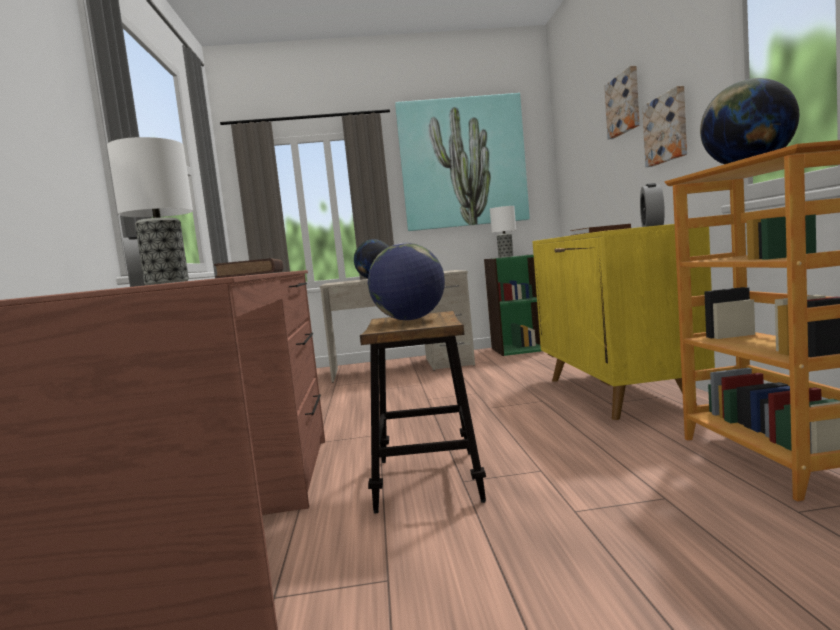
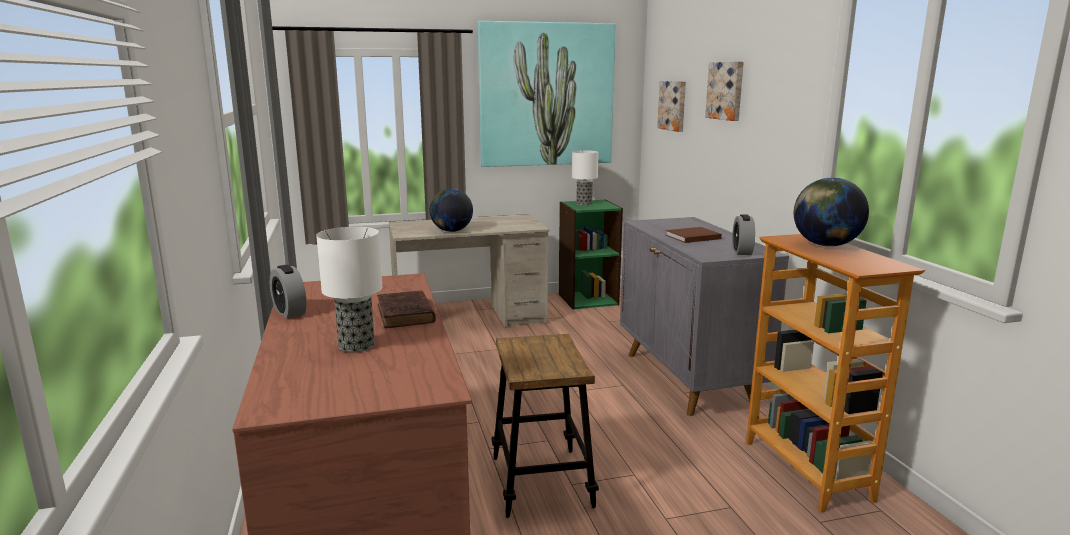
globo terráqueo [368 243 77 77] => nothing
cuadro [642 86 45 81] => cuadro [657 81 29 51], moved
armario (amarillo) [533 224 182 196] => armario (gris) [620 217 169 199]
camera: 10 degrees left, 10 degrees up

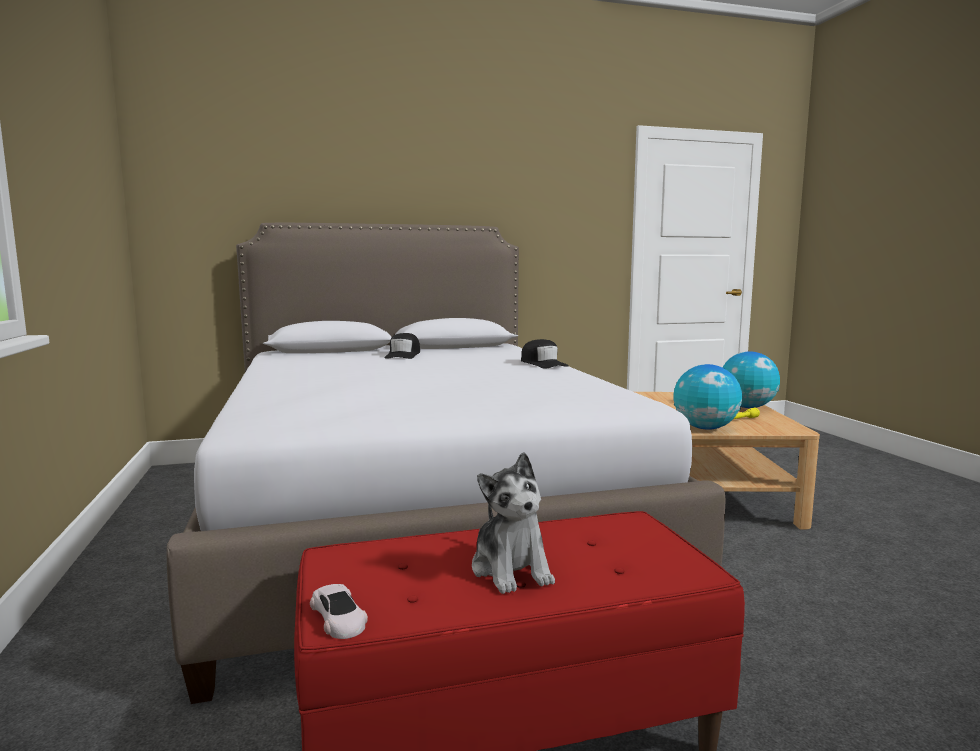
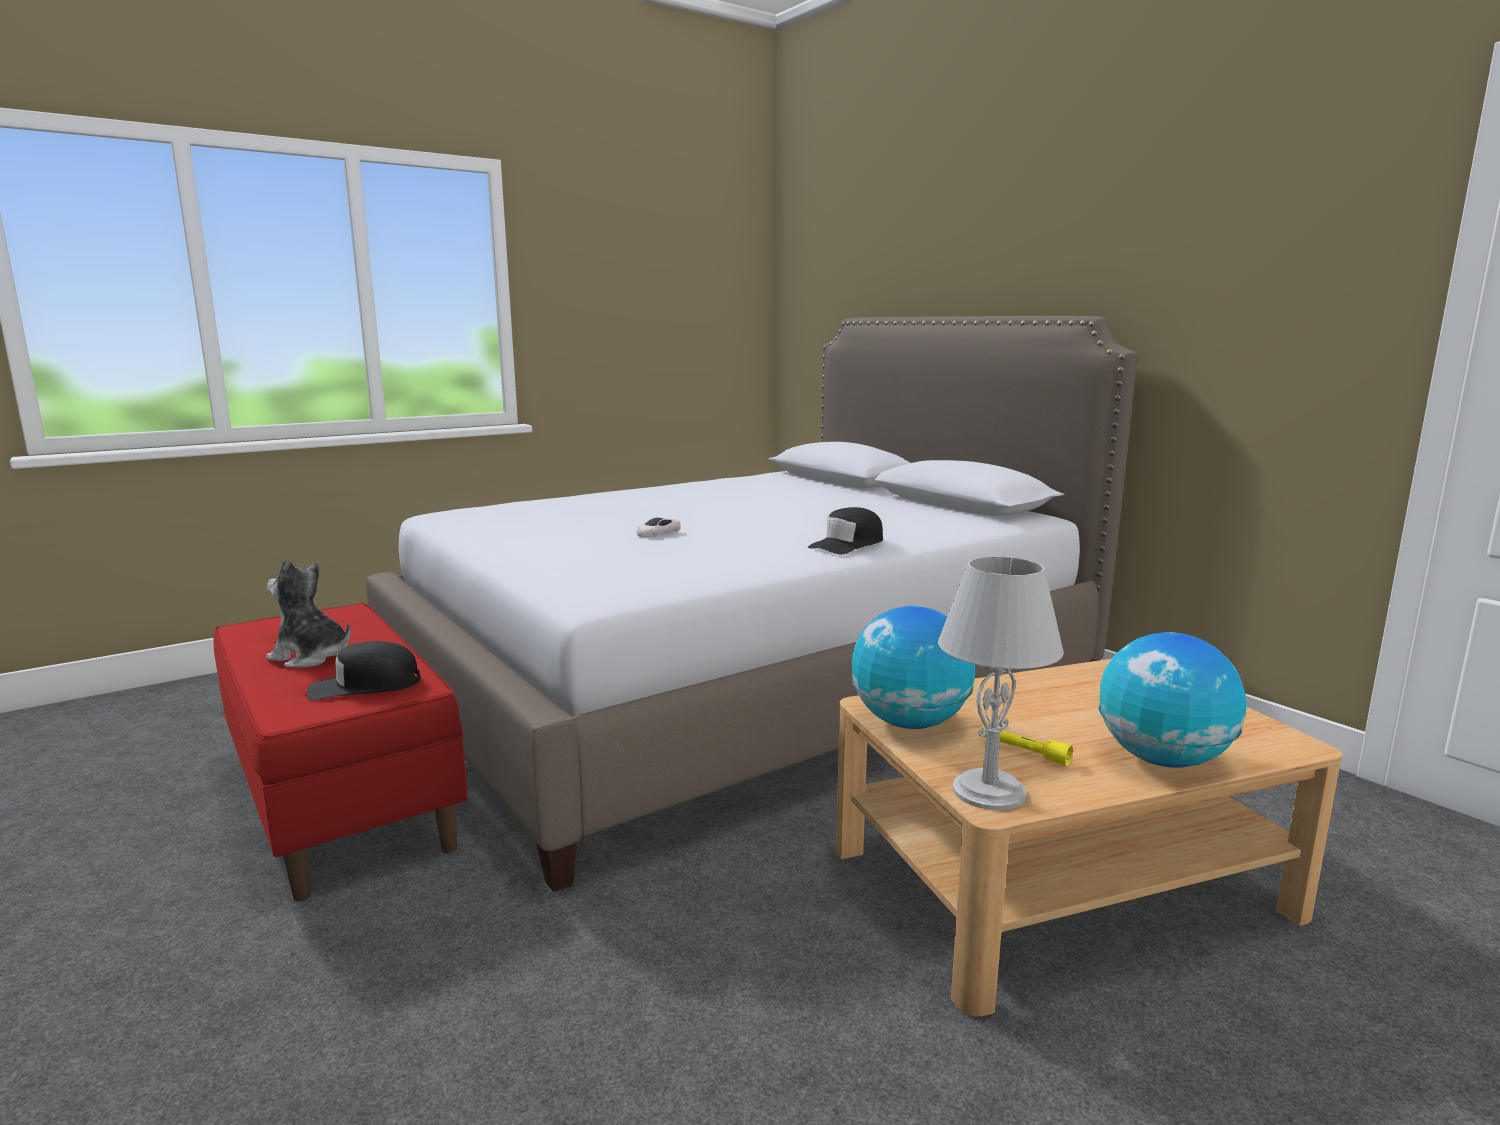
nothing => lámpara de mesa (gris) [938 556 126 254]
coche de juguete (blanco) [310 584 58 55] => coche de juguete (blanco) [637 517 44 20], moved
gorra (negro) [385 333 35 26] => gorra (negro) [307 641 114 59], moved
peluche [472 452 83 142] => peluche [266 558 85 110], 60 degrees clockwise
camera: 70 degrees right, 5 degrees up

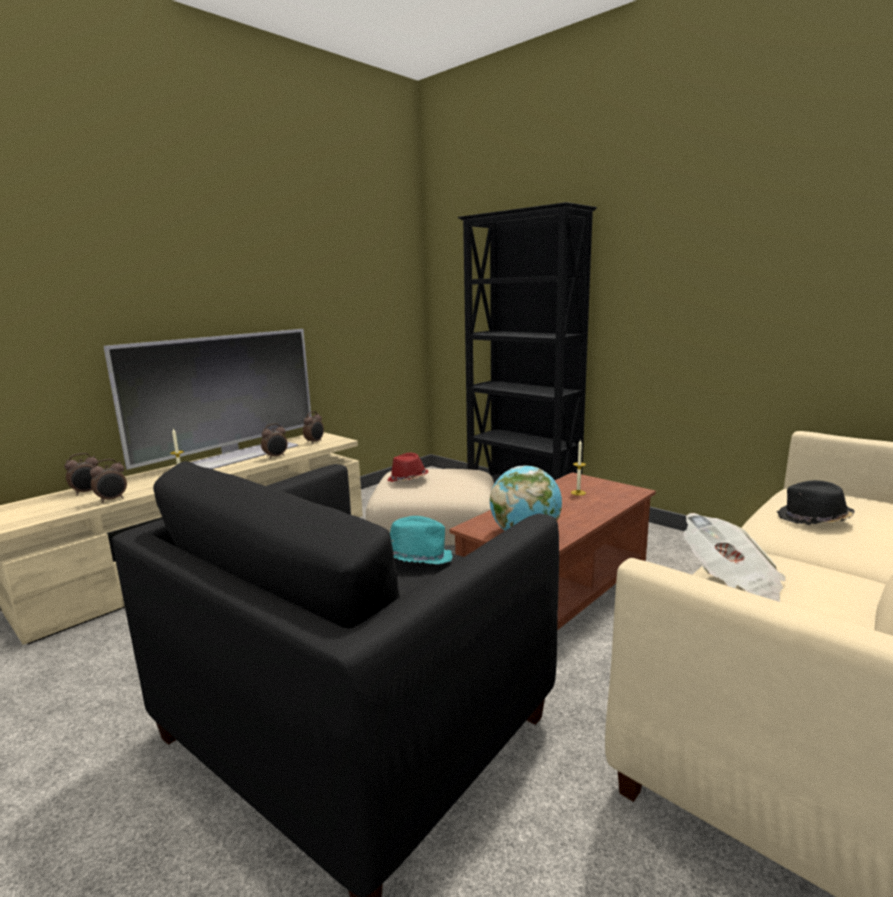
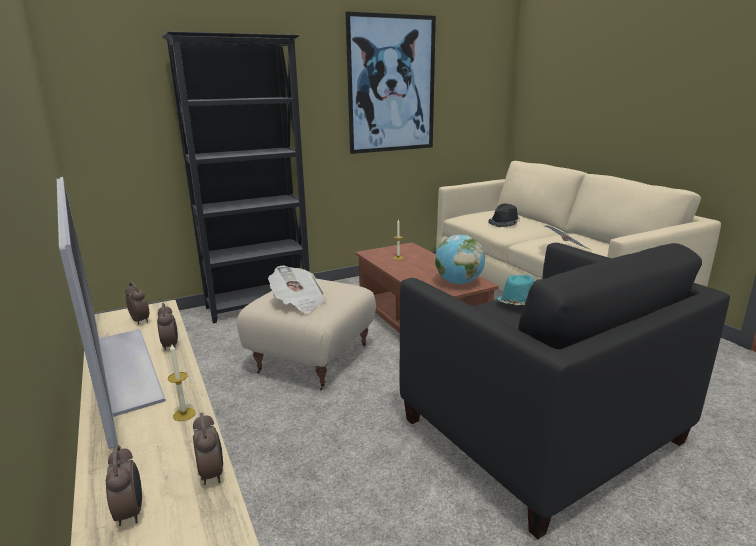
nothing => cuadro [346 11 90 143]
sombrero (rojo) [387 453 42 29] => periódico [268 266 58 47]
camera: 70 degrees left, 5 degrees up

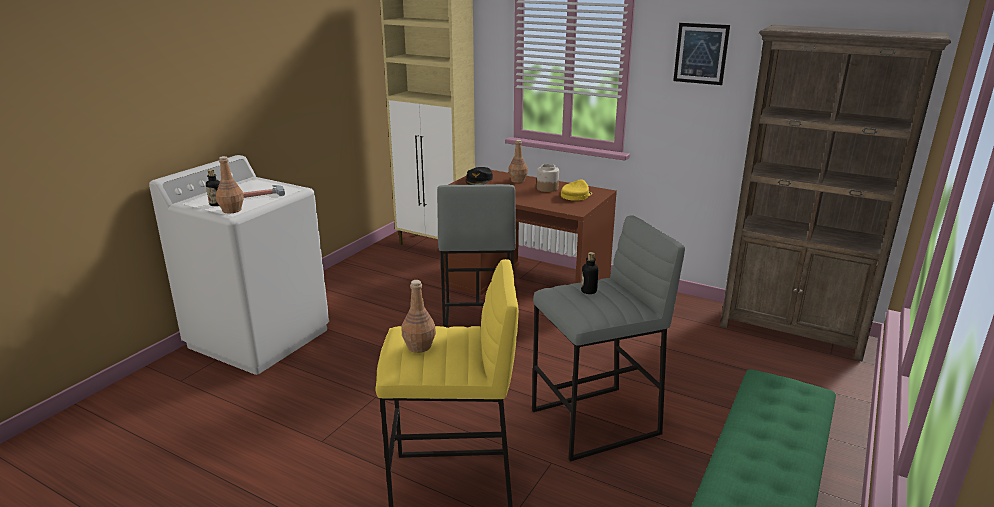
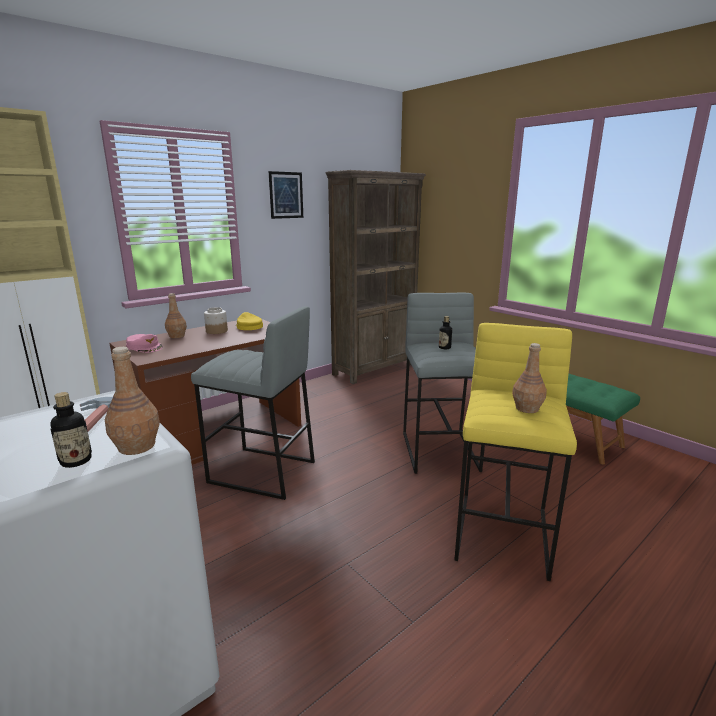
gorra (negro) [466 167 27 18] => gorra (rosa) [126 334 37 19]
camera: 70 degrees left, 5 degrees down

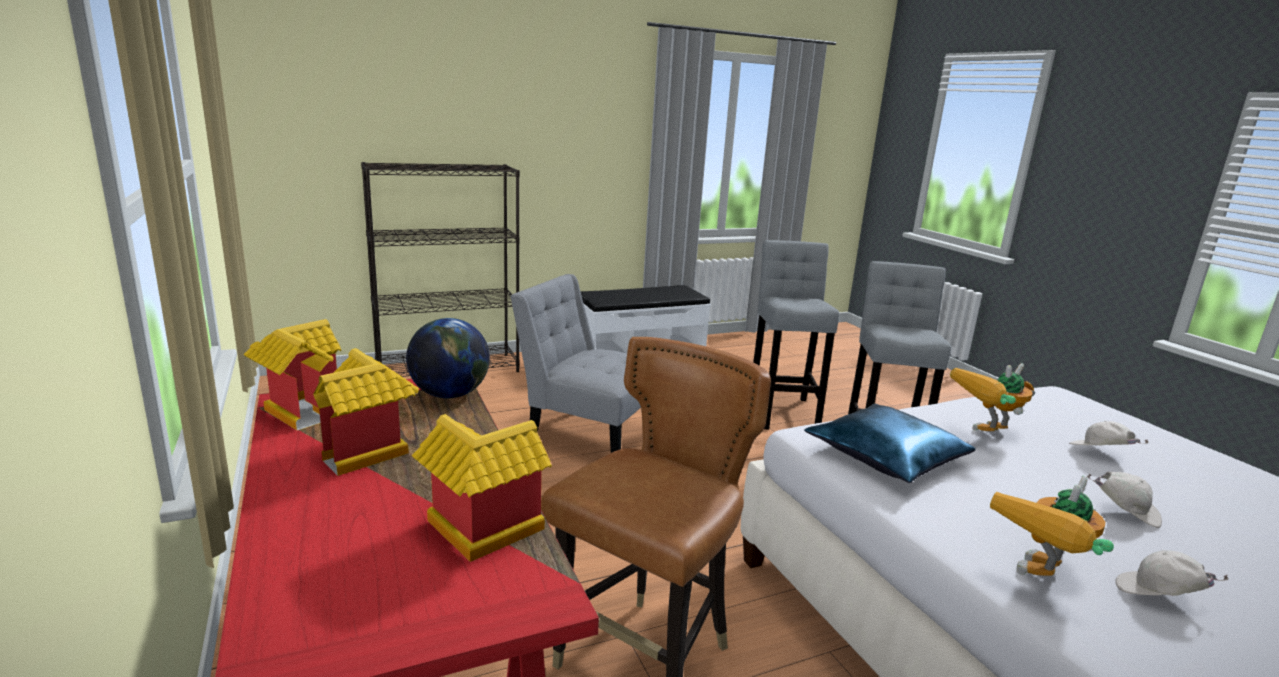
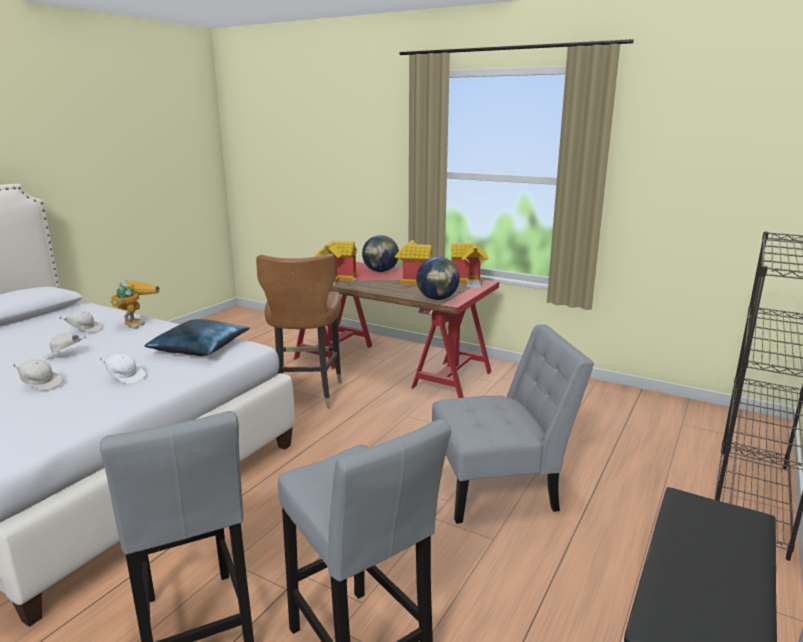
nothing => globo terráqueo [362 235 37 37]
robot de juguete [950 363 85 68] => gorra (blanco) [99 354 47 30]
camera: 145 degrees right, 0 degrees up

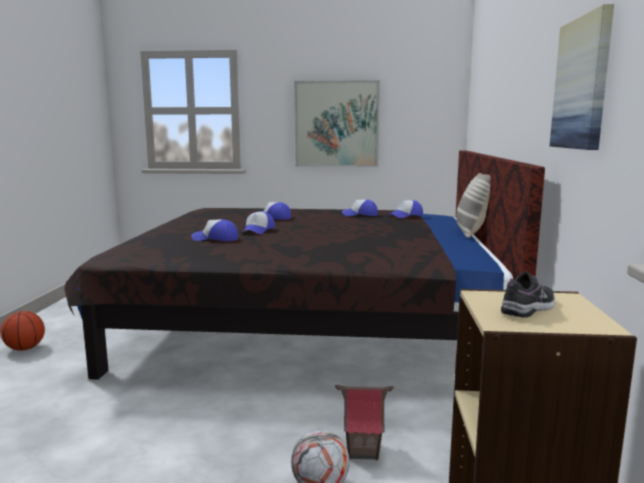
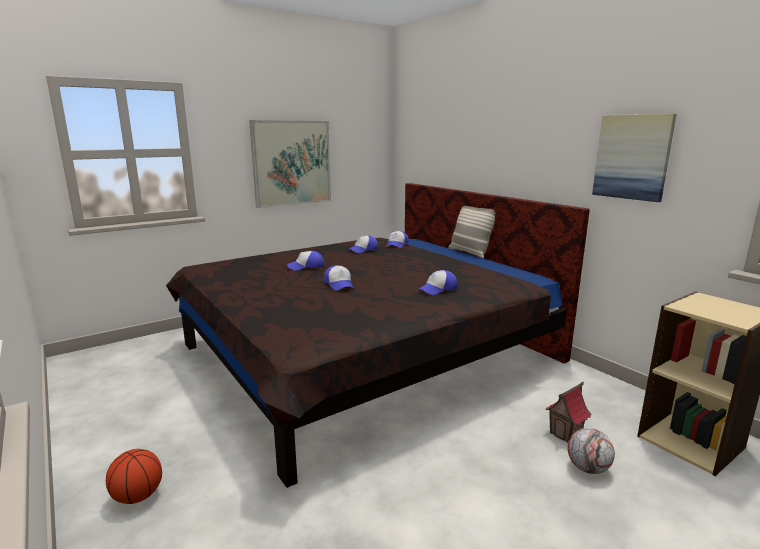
zapato [501 271 54 46] => nothing
gorra [191 219 47 22] => gorra [418 270 40 25], moved
camera: 40 degrees left, 5 degrees up

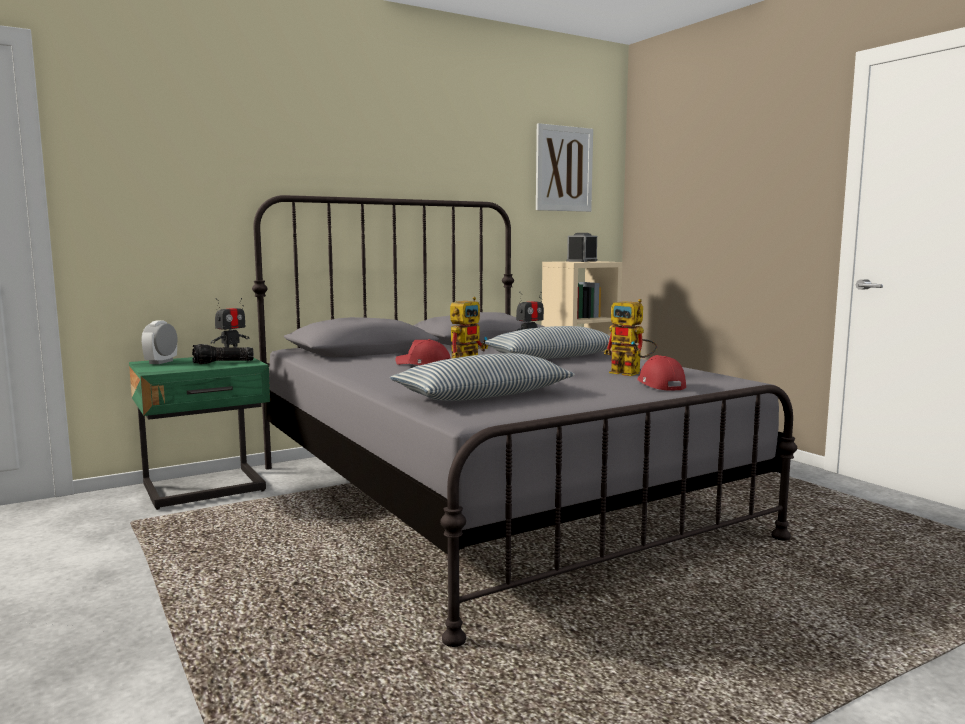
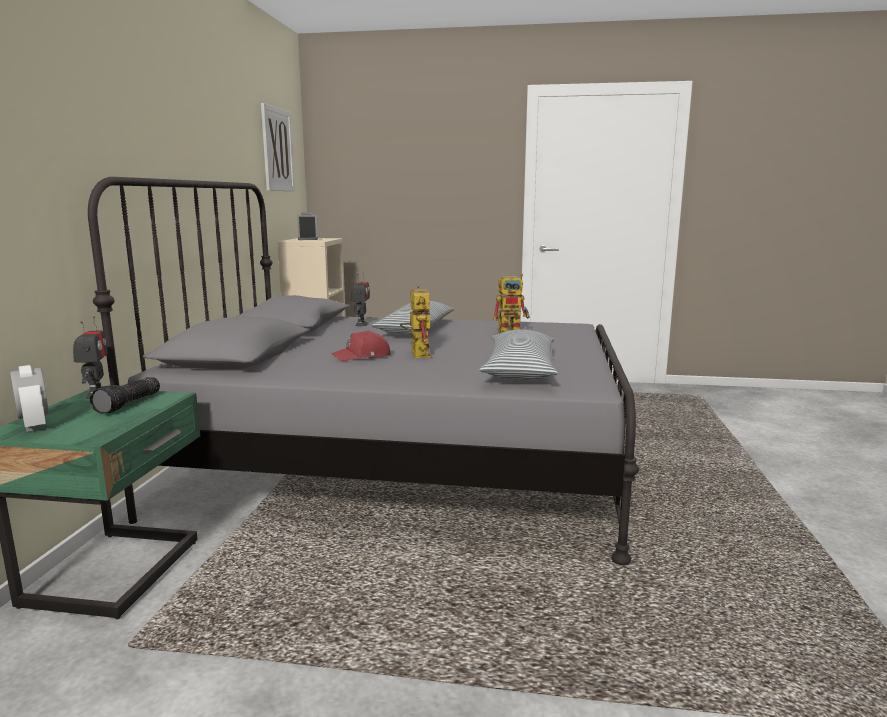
gorra (rojo) [637 355 49 36] => nothing
camera: 50 degrees left, 5 degrees up

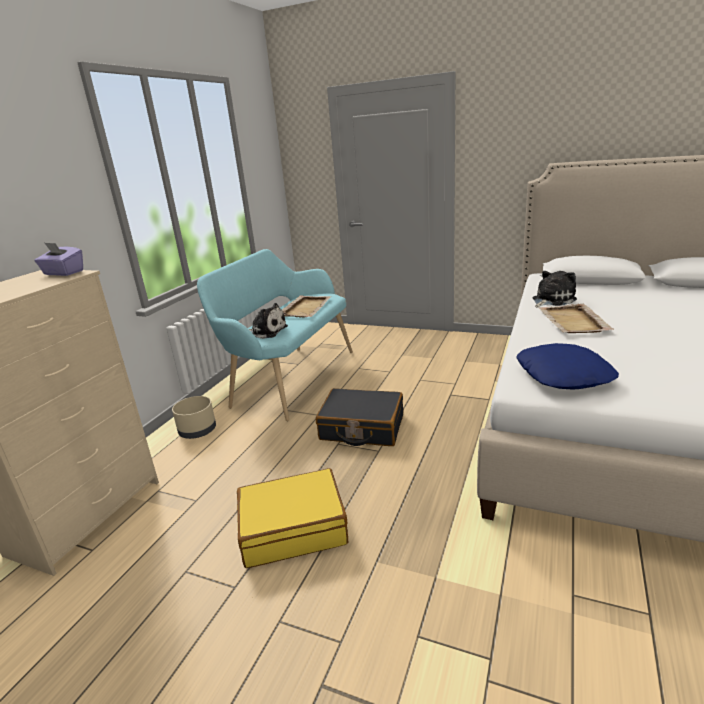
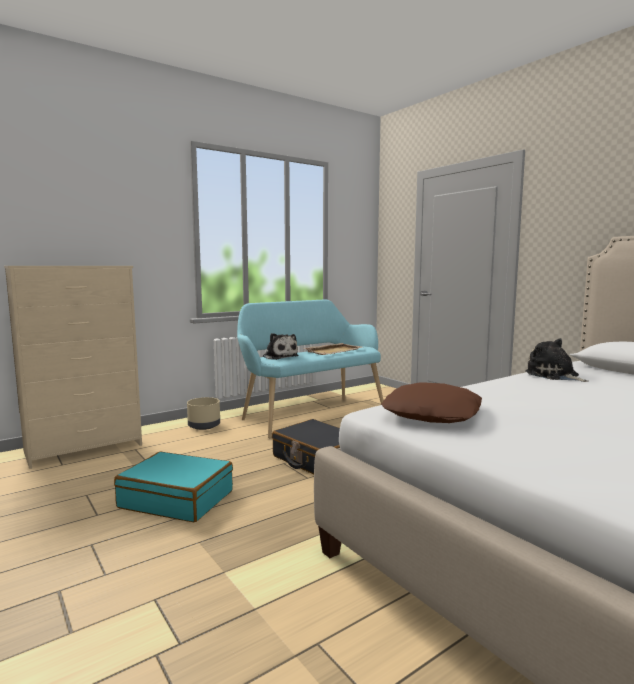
caja de pañuelos (morado) [34 243 49 33] => nothing
bandeja (beis) [539 304 75 29] => nothing
maleta (amarillo) [237 468 111 100] => maleta (turquesa) [114 452 119 70]
cojín (azul) [516 343 103 47] => cojín (marrón) [381 382 101 41]
peluche [533 271 44 36] => peluche [525 338 64 44], 120 degrees counterclockwise
camera: 30 degrees right, 15 degrees down

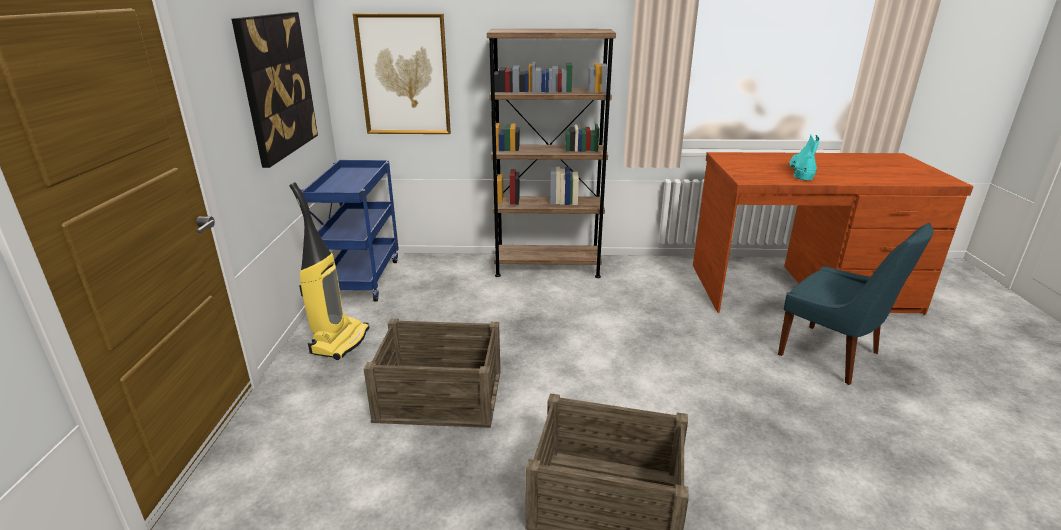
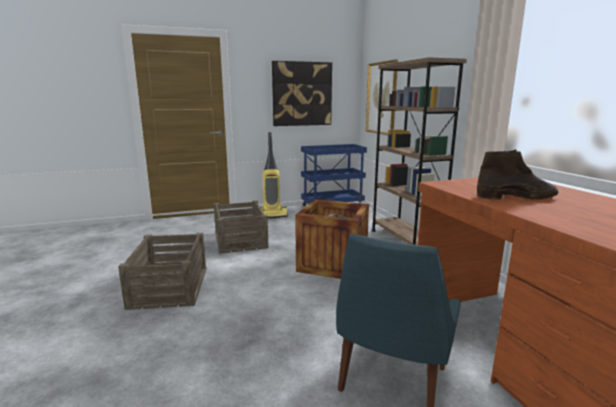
nothing => caja de embalaje [295 199 74 80]
bota (turquesa) [789 134 30 46] => bota (marrón) [477 149 81 51]
camera: 70 degrees right, 10 degrees down

